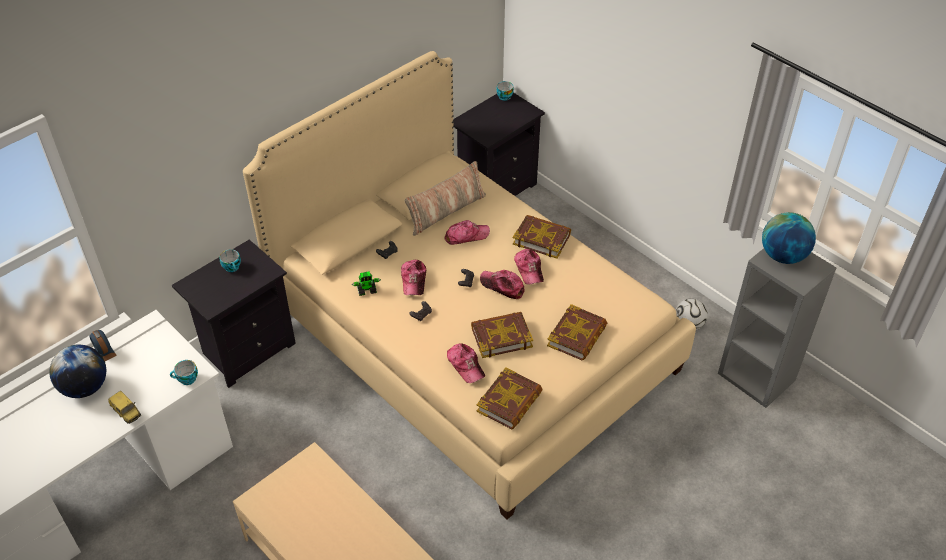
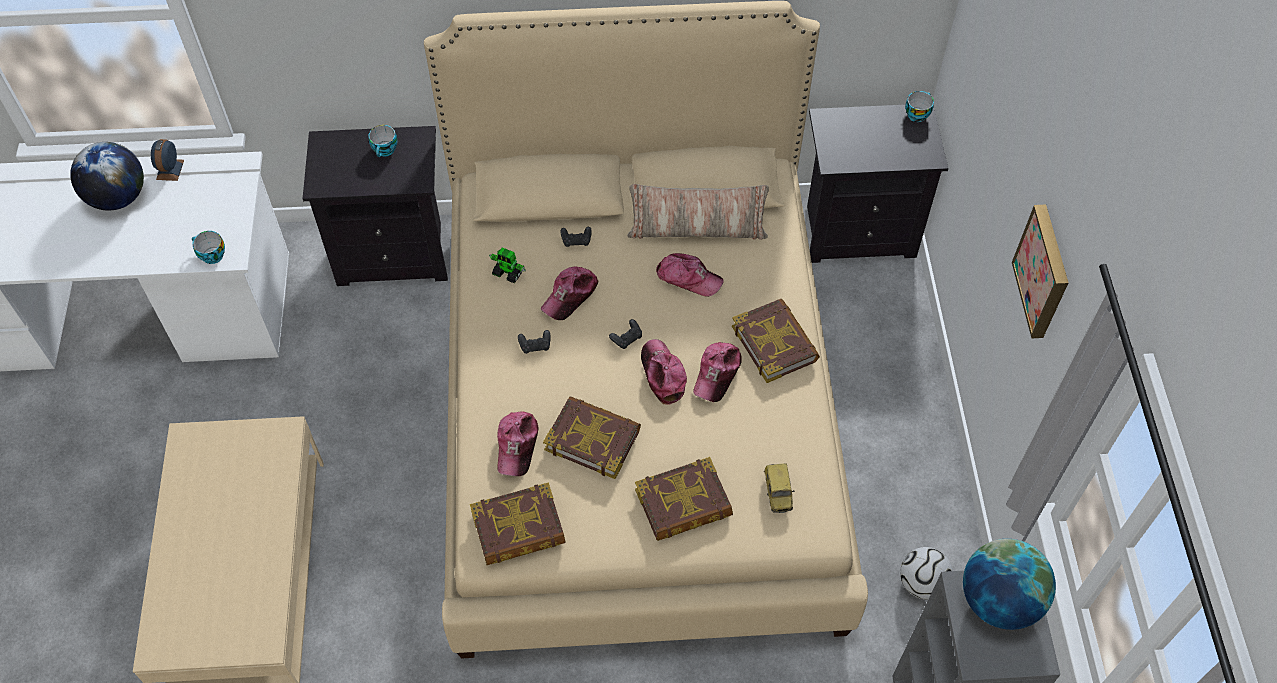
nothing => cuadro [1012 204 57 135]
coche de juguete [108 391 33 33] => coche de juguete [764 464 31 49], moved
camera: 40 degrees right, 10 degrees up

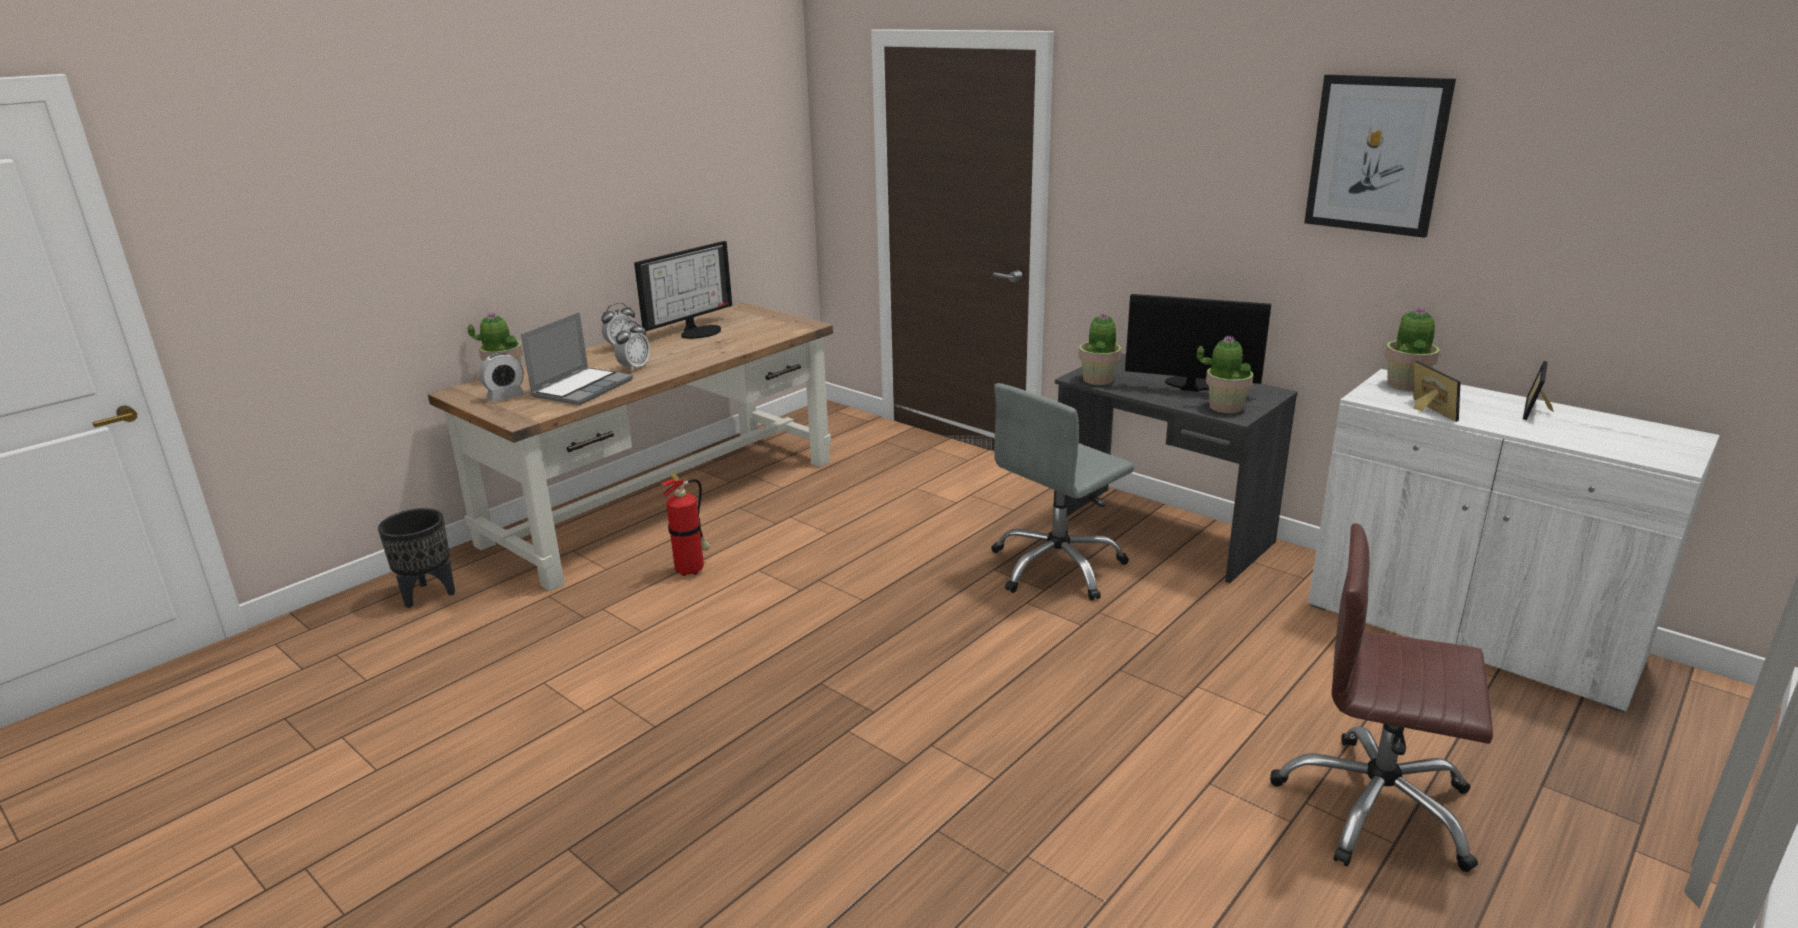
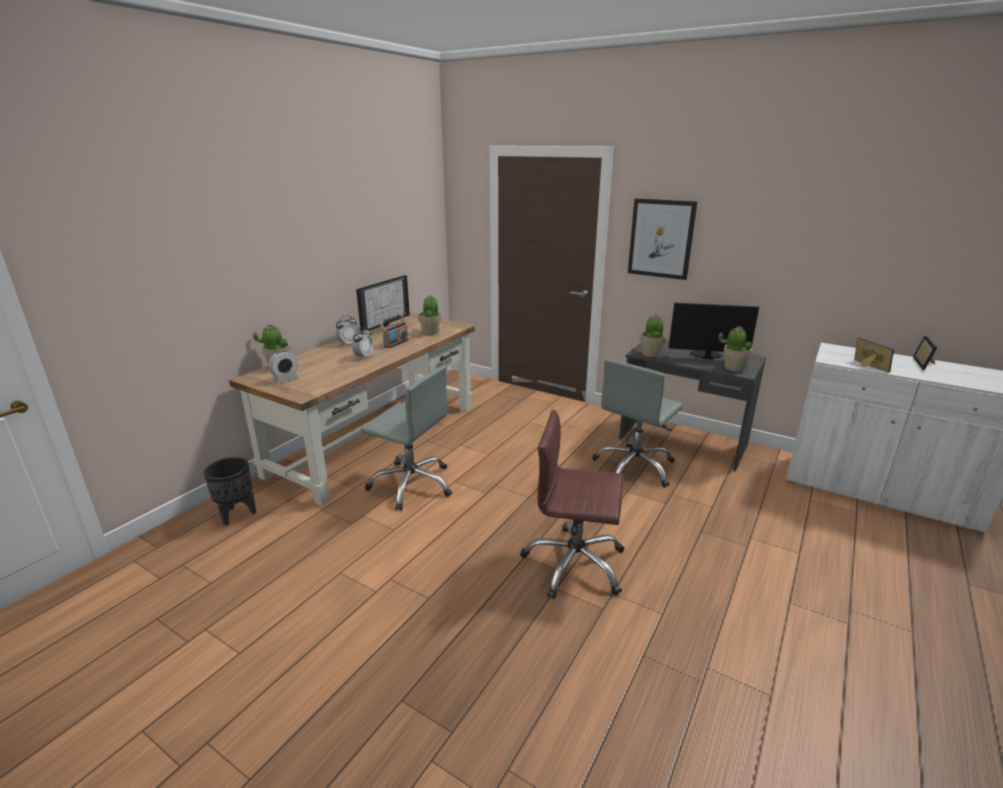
portátil [521 312 112 93] => nothing
nothing => radio [379 314 29 34]
silla de oficina (marrón) [1270 523 223 349] => silla de oficina (marrón) [520 410 104 189], moved
cuadro [1304 75 152 163] => cuadro [628 198 69 82], moved
planta en maceta [1385 306 55 85] => planta en maceta [418 295 23 40], moved
extintor [661 472 49 104] => silla de oficina (gris) [361 365 91 146]
camera: 10 degrees left, 0 degrees up

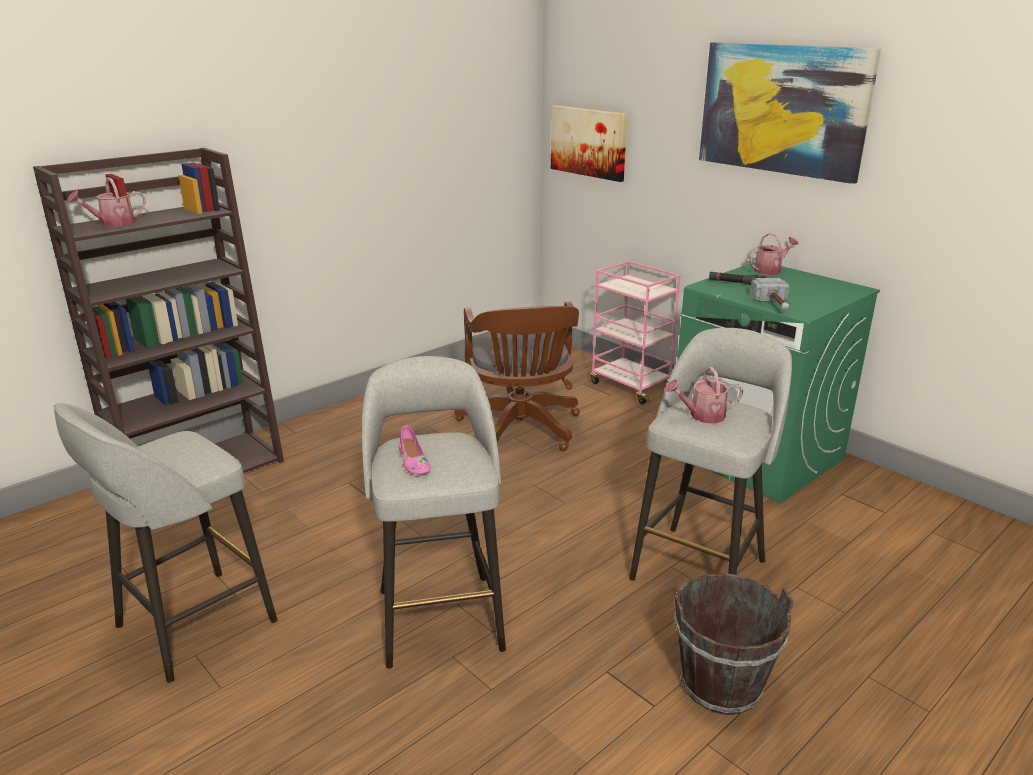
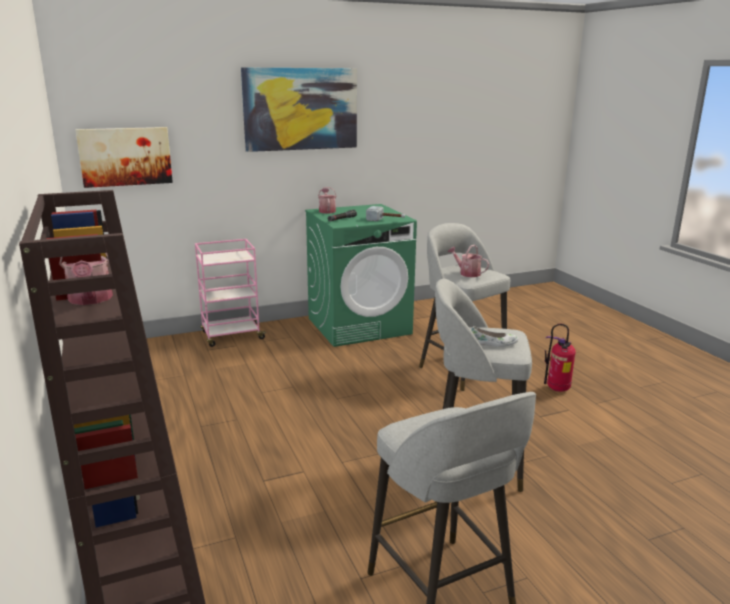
silla de oficina (marrón) [454 302 126 149] => nothing
cubo (marrón) [674 573 120 142] => extintor [544 324 32 67]
zapato (rosa) [398 426 33 49] => zapato (blanco) [471 326 48 21]
regadera [665 367 78 56] => regadera [447 245 42 32], 120 degrees clockwise
camera: 70 degrees left, 5 degrees down

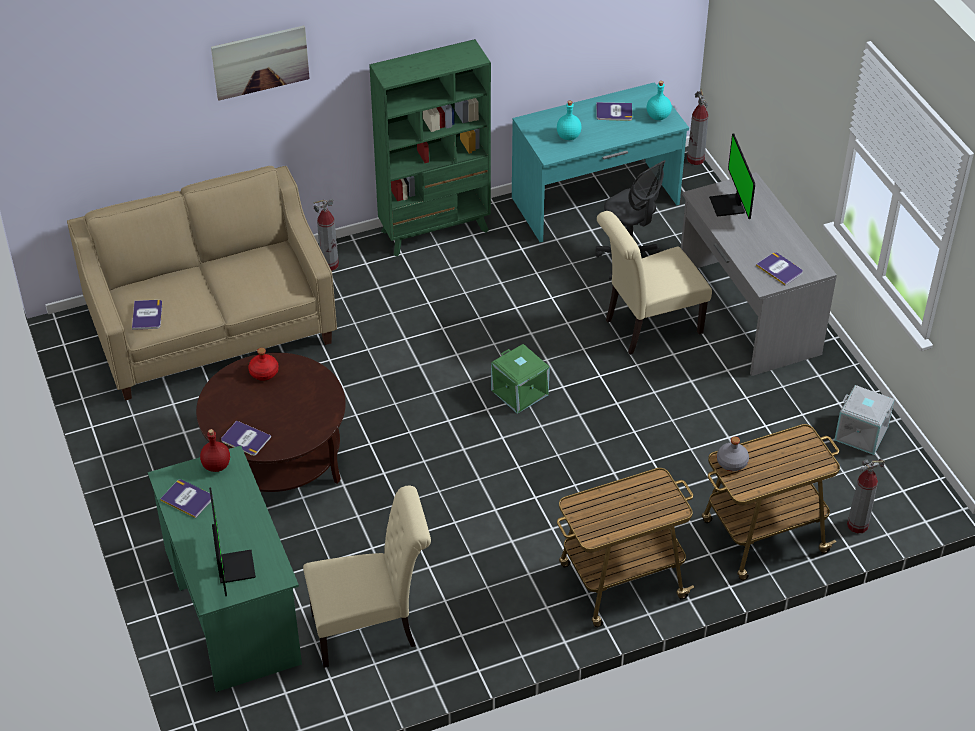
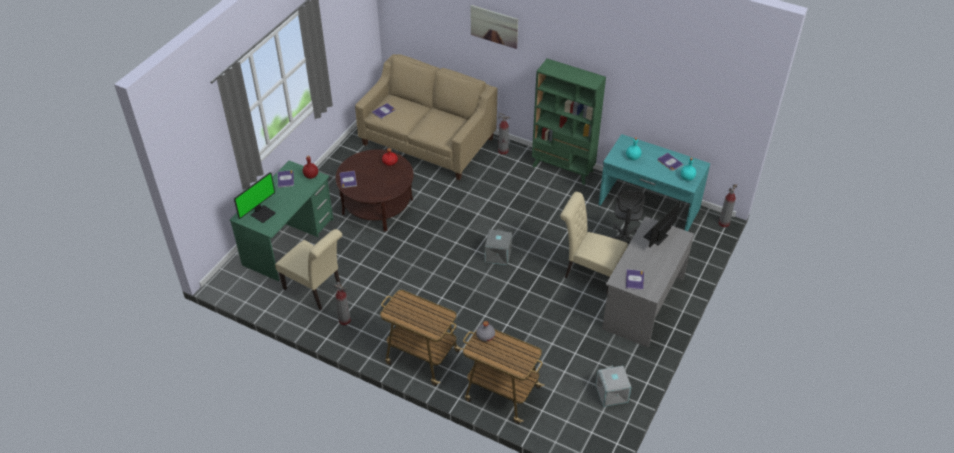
extintor [847 459 38 75] => extintor [333 282 18 43], moved
caja de almacenaje (verde) [491 344 59 70] => caja de almacenaje (gris) [485 229 27 36]
camera: 50 degrees right, 0 degrees up

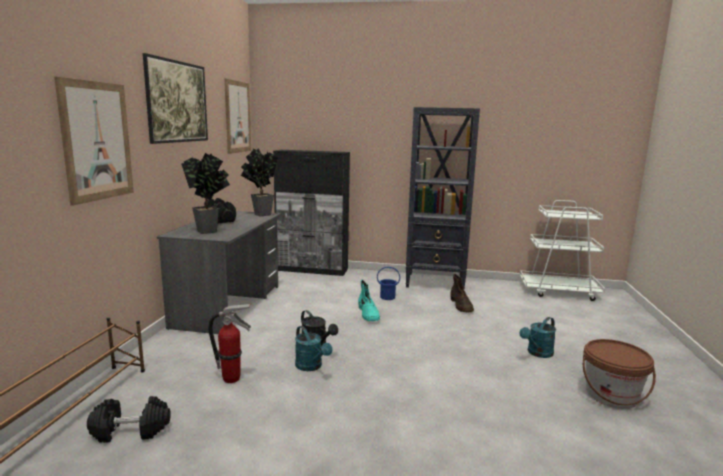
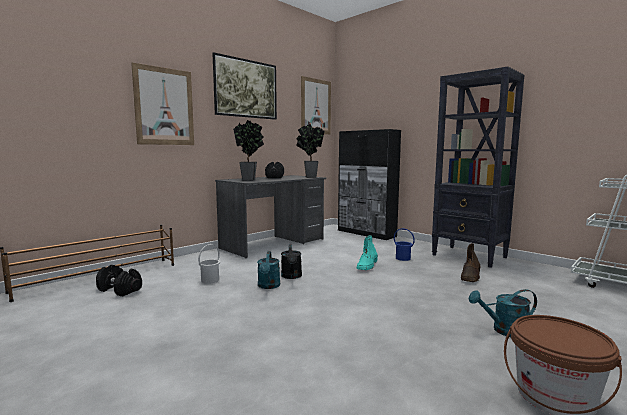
extintor [208 304 43 79] => cubo (blanco) [198 244 22 40]
camera: 35 degrees right, 5 degrees down

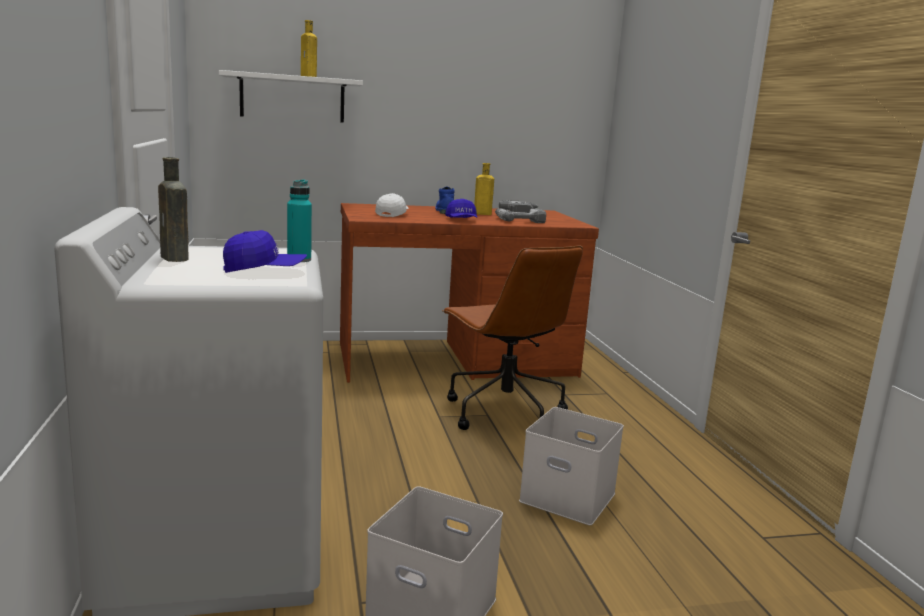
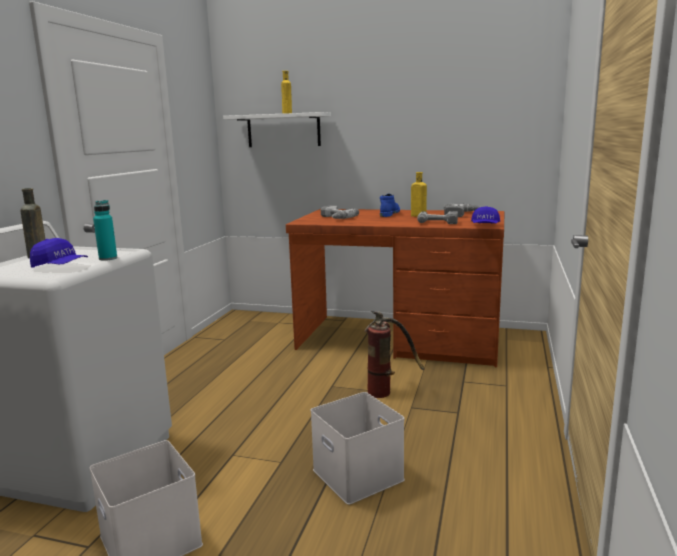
gorra (azul) [445 199 32 19] => gorra (azul) [471 206 29 18], moved
gorra (blanco) [375 193 34 24] => taladro [321 205 38 14]
silla de oficina (marrón) [442 246 141 184] => extintor [365 311 59 87]
camera: 30 degrees right, 0 degrees up

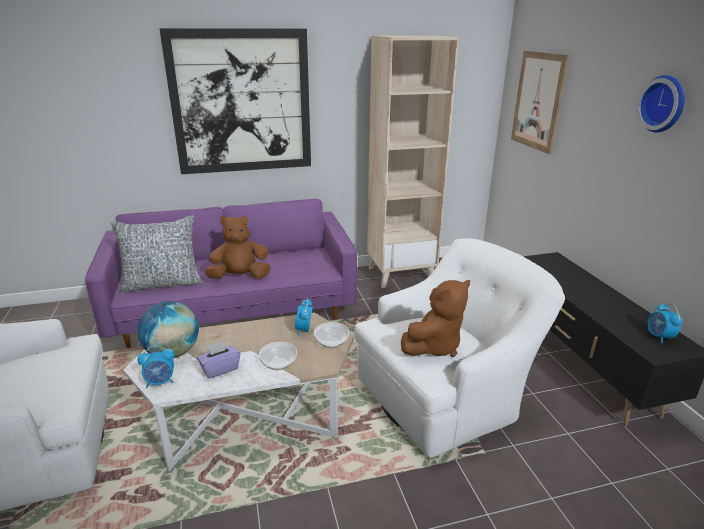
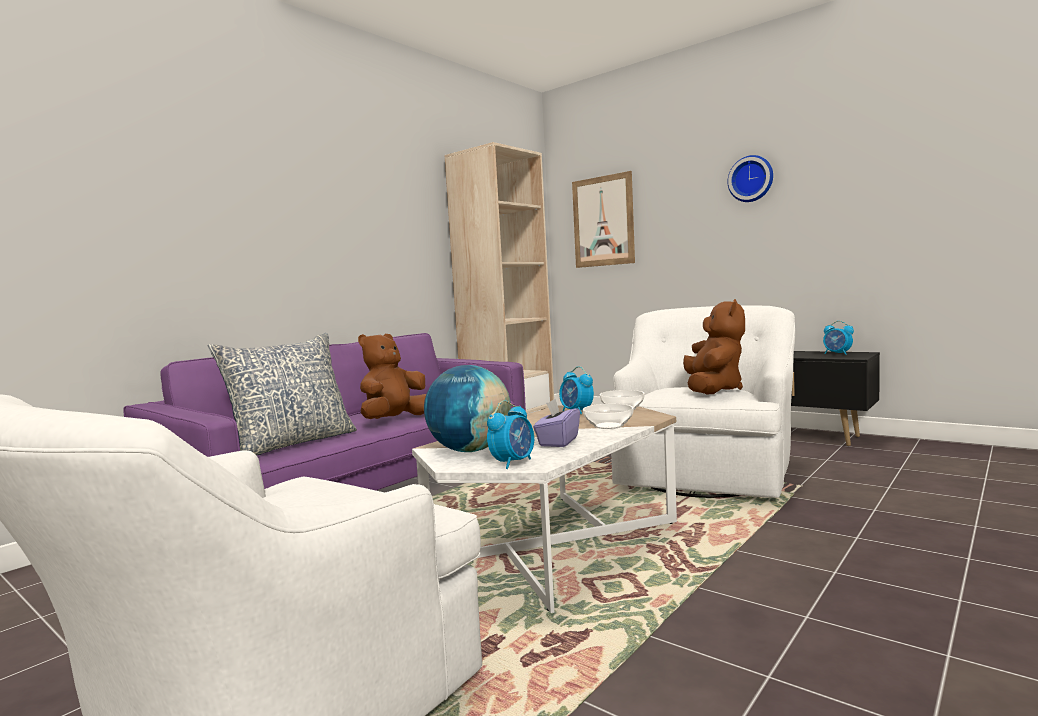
cuadro [160 28 151 146] => nothing
camera: 35 degrees left, 20 degrees down

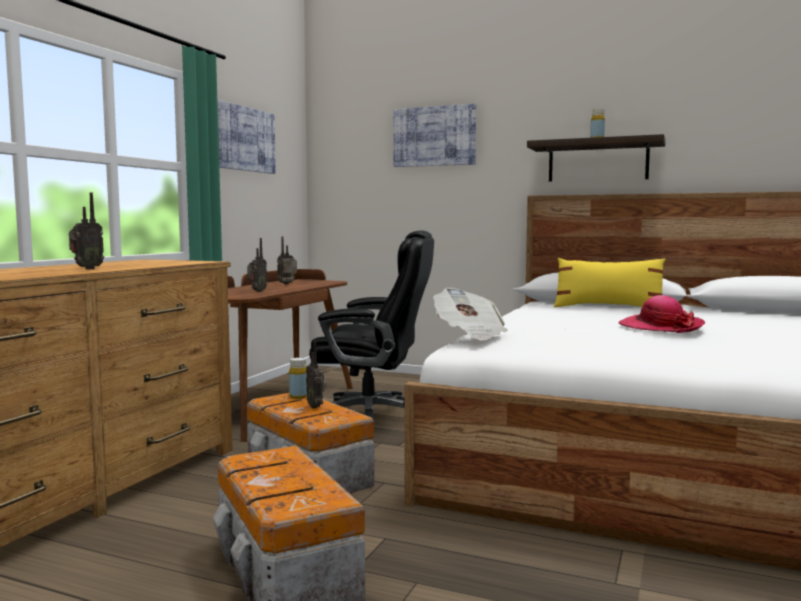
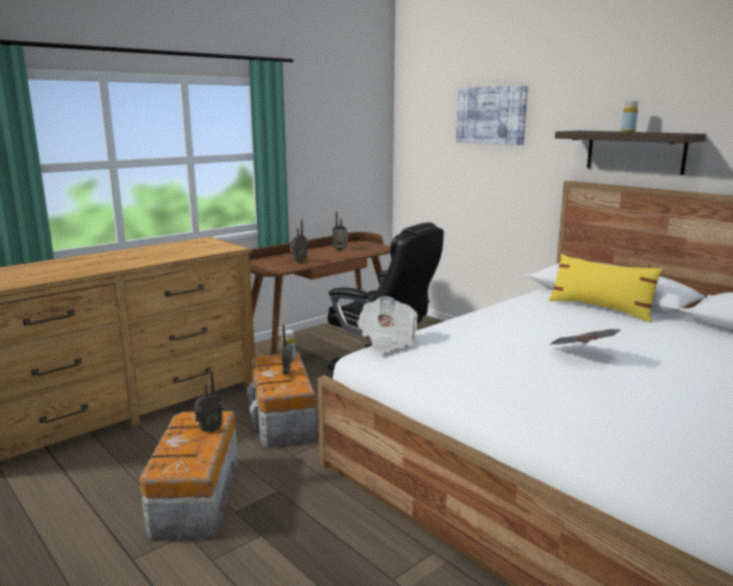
cuadro [217 100 59 74] => nothing
radio [69 193 35 76] => radio [195 371 28 62], moved
sombrero [618 295 87 38] => periódico [550 329 71 16]
camera: 25 degrees right, 10 degrees up

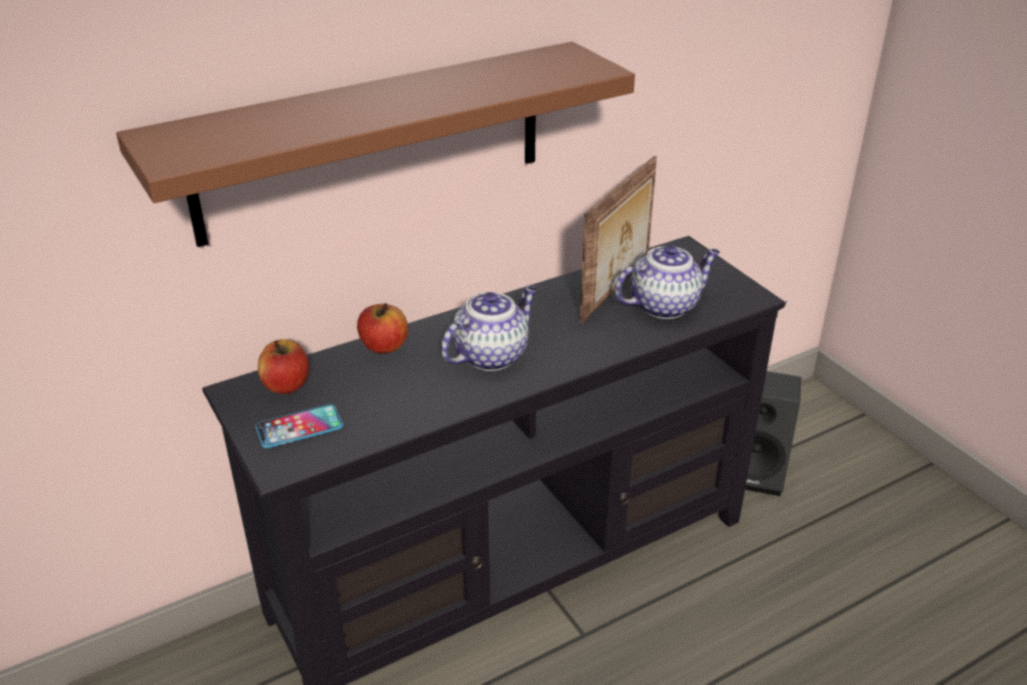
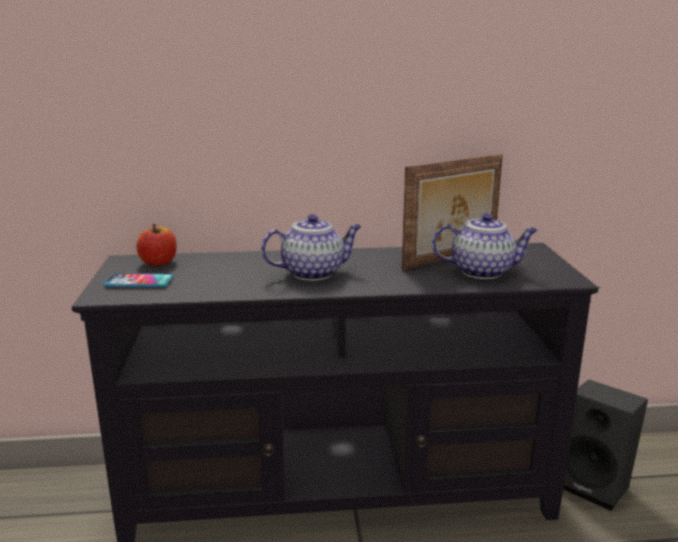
estante (marrón) [116 42 519 205] => nothing
manzana [357 303 51 50] => nothing
camera: 25 degrees right, 15 degrees down

